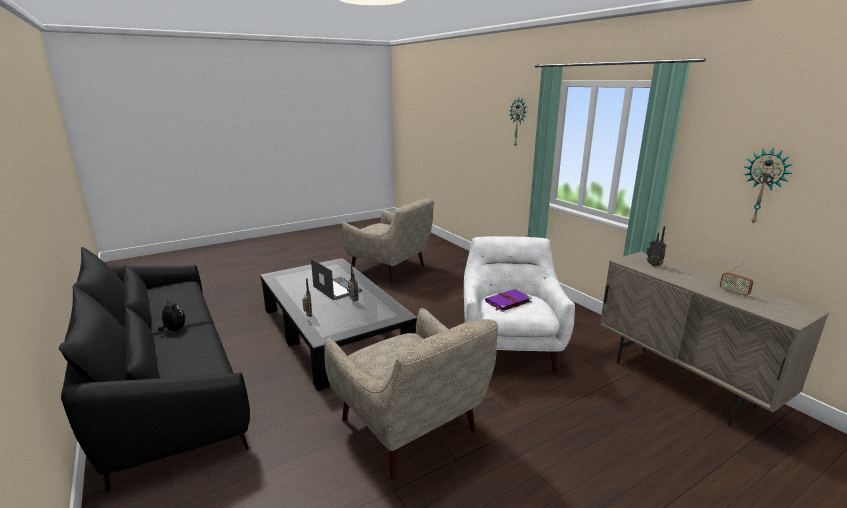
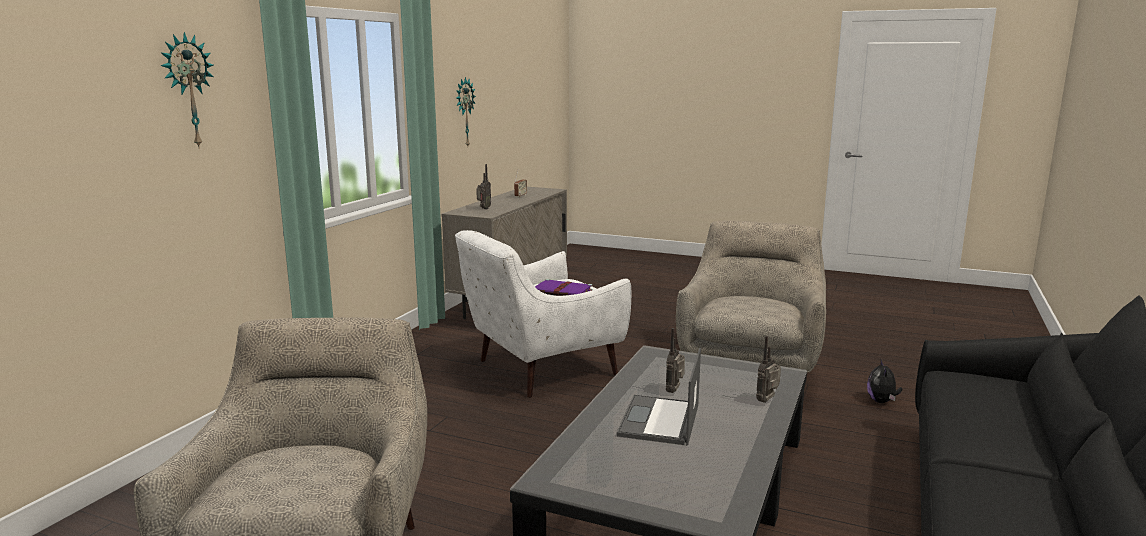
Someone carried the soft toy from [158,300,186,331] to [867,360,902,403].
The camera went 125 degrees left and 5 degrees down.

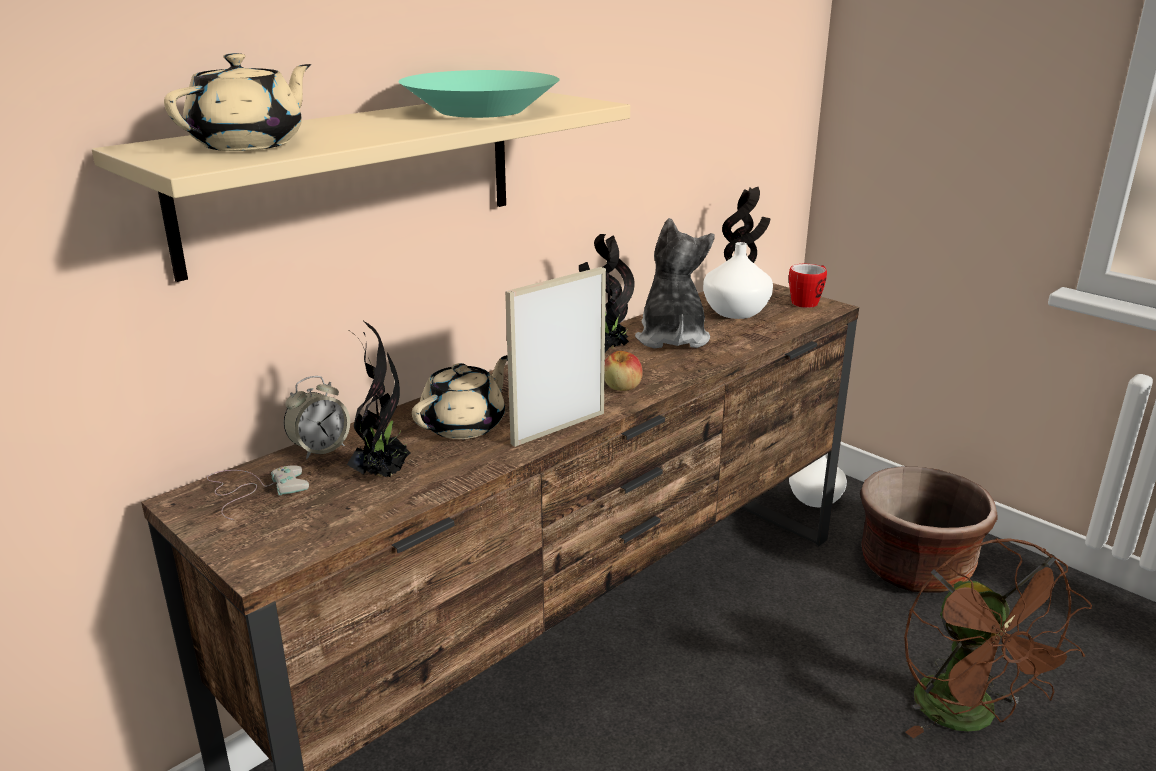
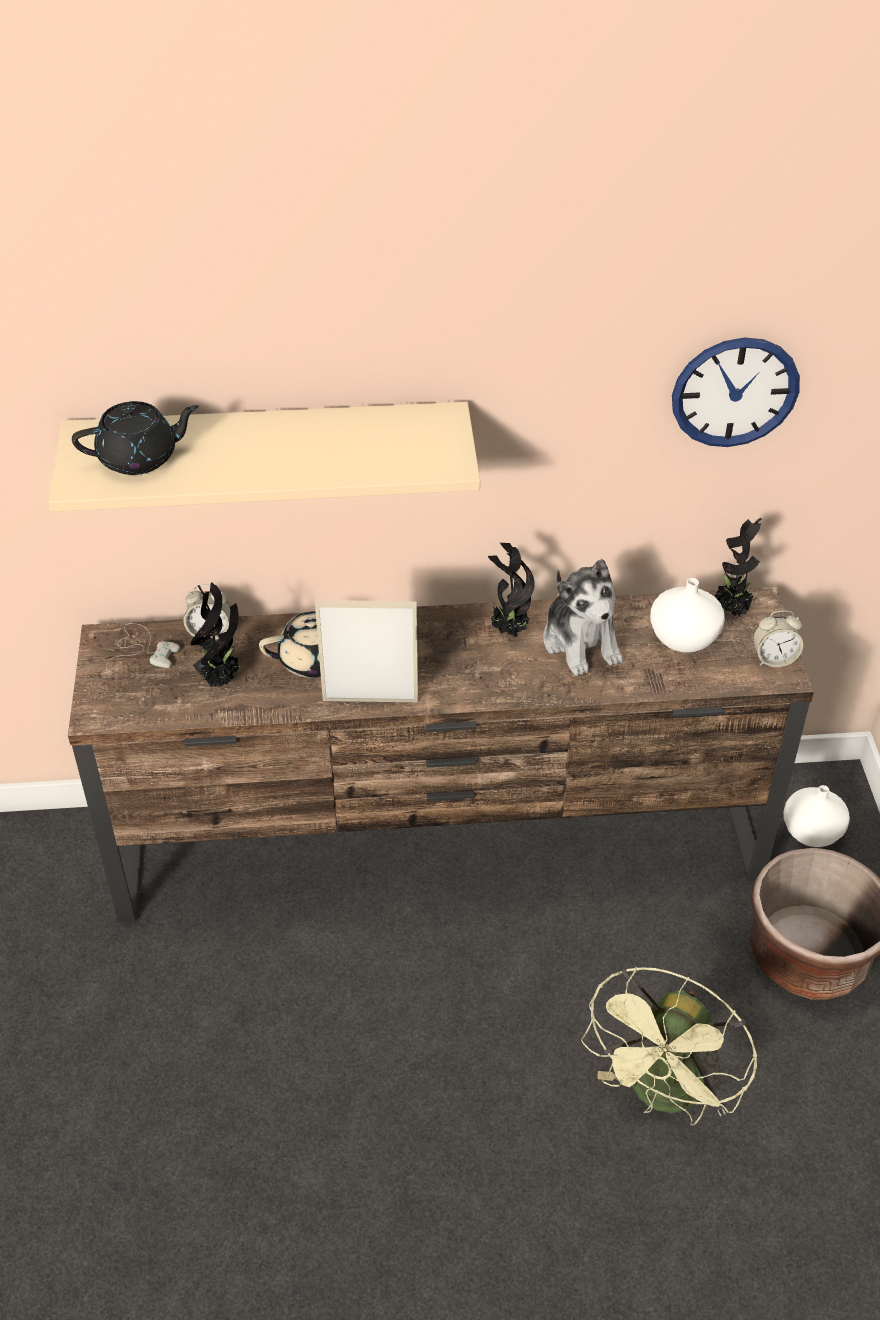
Someone repainted the pot for tea (beige) at [164,53,311,151], which became the pot for tea (blackish) at [72,401,199,475].
Someone took away the bowl (blue-green) at [399,70,560,118].
Someone took away the whole apple at [604,351,643,391].
Someone rotated the soft toy at [635,218,715,348] by 120 degrees clockwise.
Someone swapped the tea mug at [789,264,827,308] for the alarm clock at [753,610,803,667].
Someone repainted the electric fan (brown) at [904,538,1092,738], which became the electric fan (greenish) at [581,967,757,1126].
Someone put up the hanging clock at [672,337,800,447].
The camera went 40 degrees right and 20 degrees up.

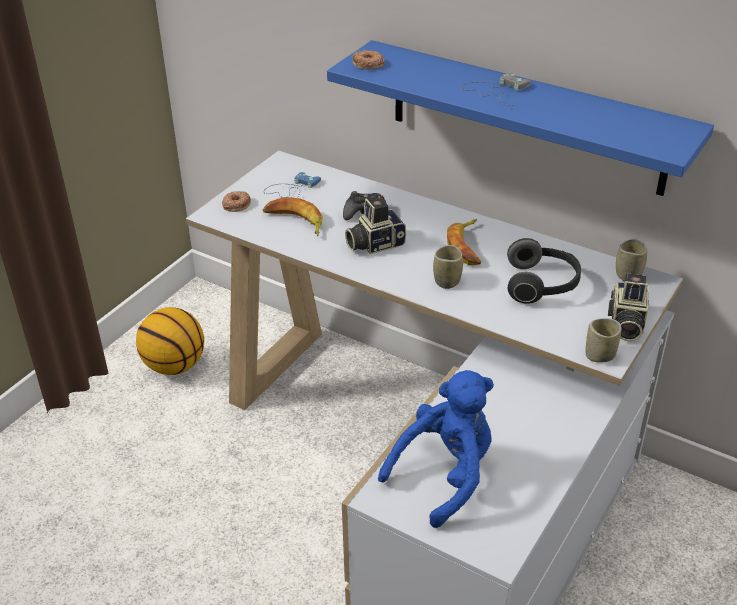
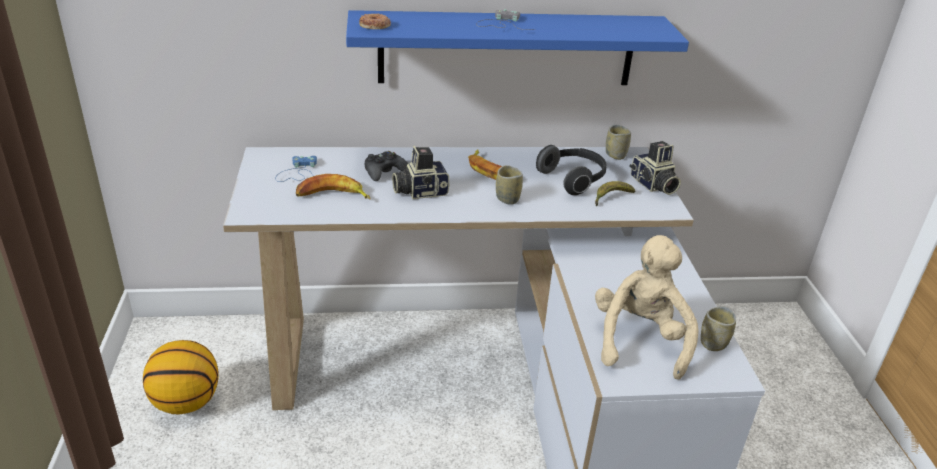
Someone took away the doughnut at [222,191,251,212].
Someone rotated the photo camera at [345,198,406,254] by 45 degrees clockwise.
Someone repainted the soft toy (blue) at [378,370,494,528], which became the soft toy (beige) at [595,235,699,380].
Someone carried the drinking cup from [586,318,621,363] to [701,306,736,351].
Someone put down the banana fruit at [595,181,635,206].
The camera went 40 degrees left and 5 degrees down.

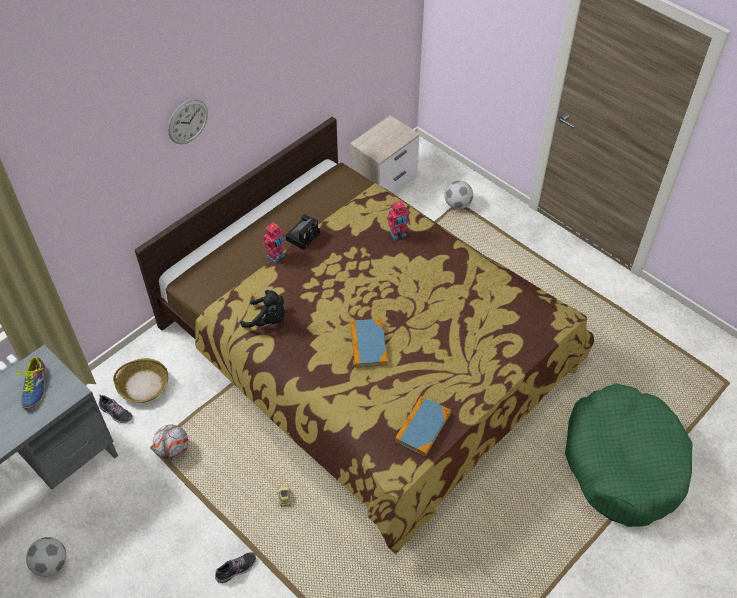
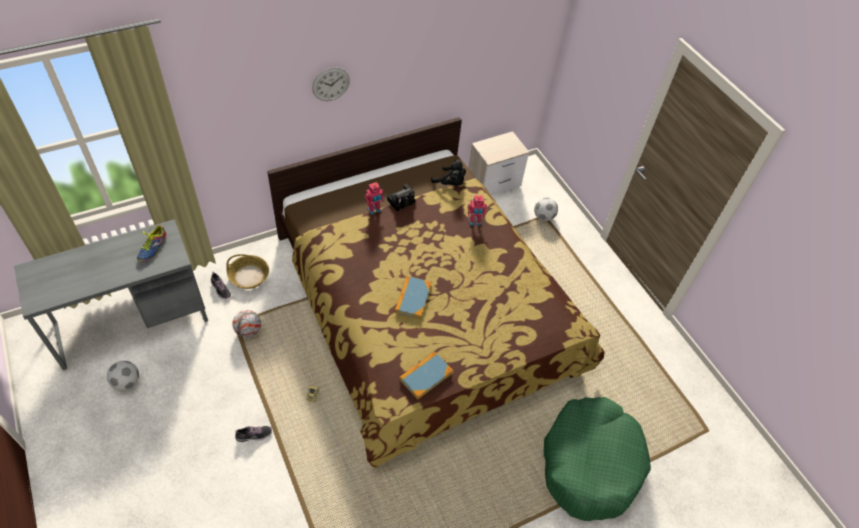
Someone carried the soft toy (blackish) from [240,290,285,328] to [431,159,466,186].
The camera went 15 degrees right and 0 degrees up.

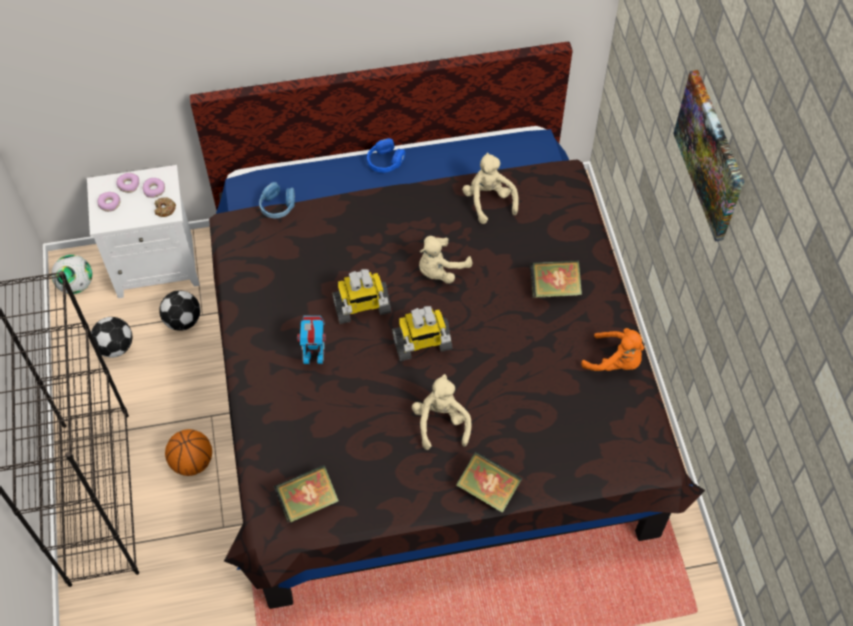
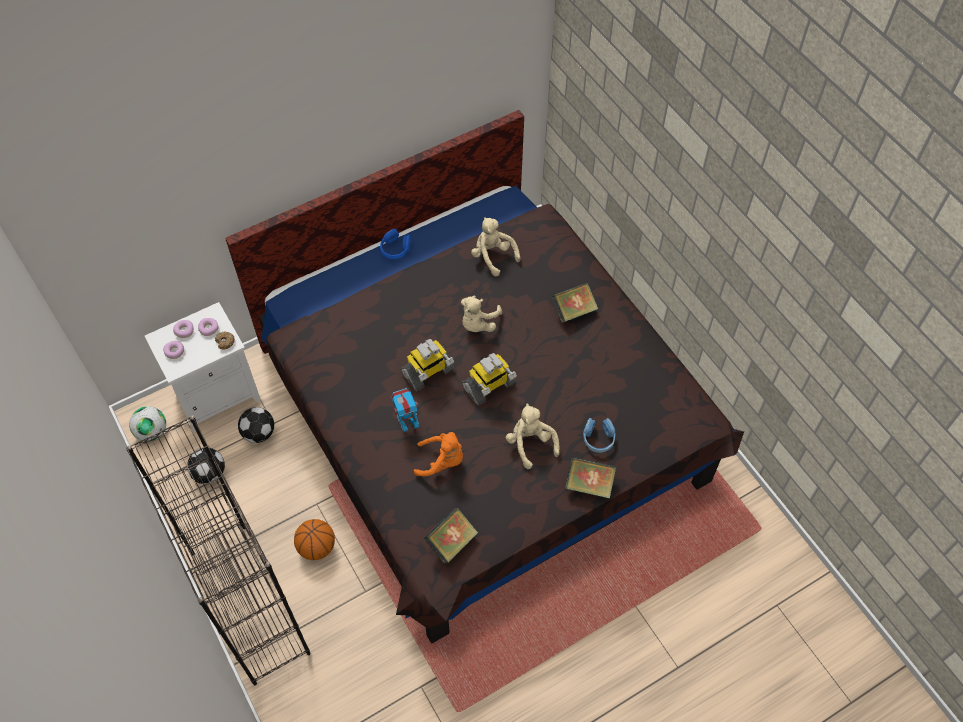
Someone carried the headset (blue) from [259,182,295,218] to [583,418,616,453].
Someone carried the soft toy (orange-coloured) from [581,328,644,371] to [414,432,463,476].
Someone took away the picture at [673,70,744,242].
The camera went 20 degrees left and 0 degrees up.

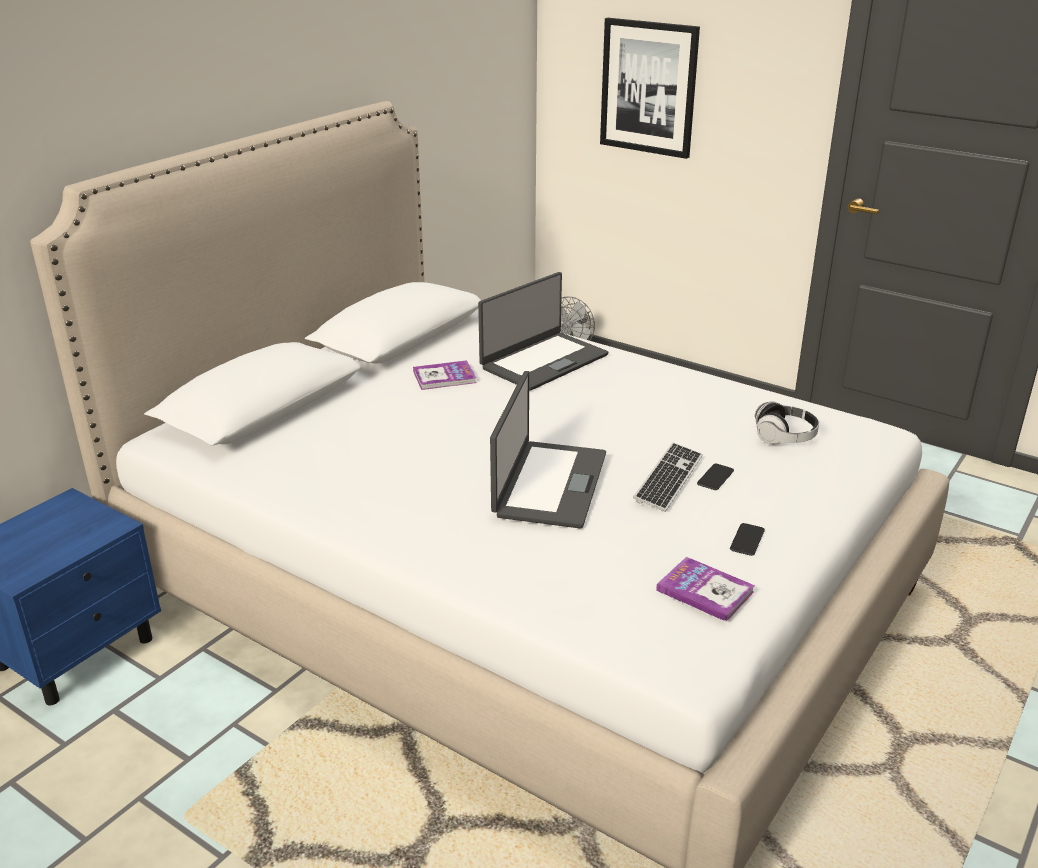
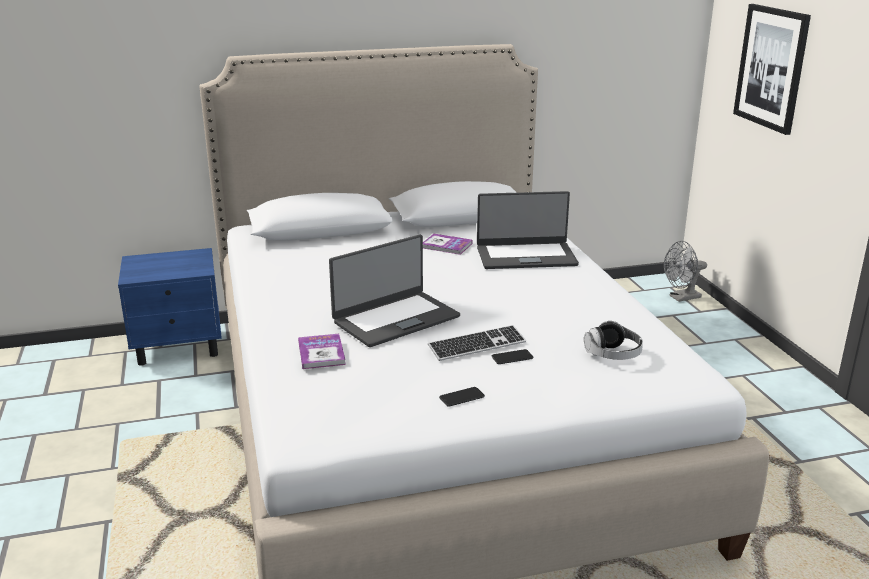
Someone carried the volume from [656,557,755,622] to [298,334,346,369].
The camera went 40 degrees right and 5 degrees down.

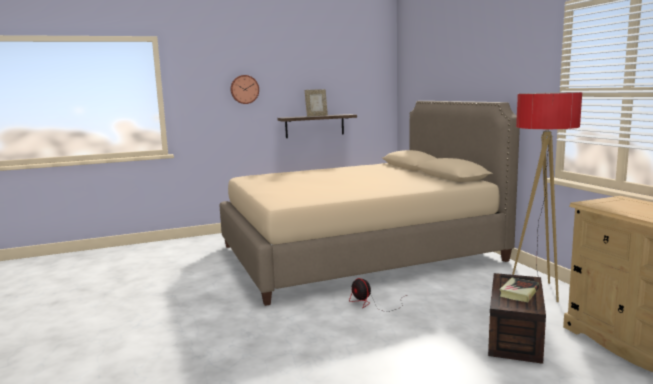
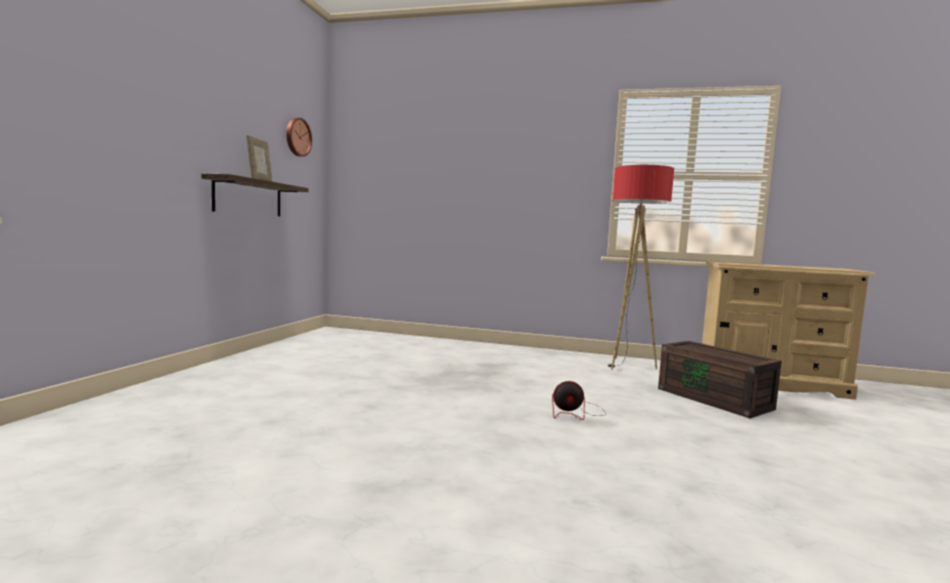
Someone took away the bed (beige) at [219,101,520,306].
Someone carried the hanging clock from [230,75,259,104] to [286,118,312,157].
Someone took away the volume at [499,278,539,302].
The camera went 55 degrees left and 5 degrees down.

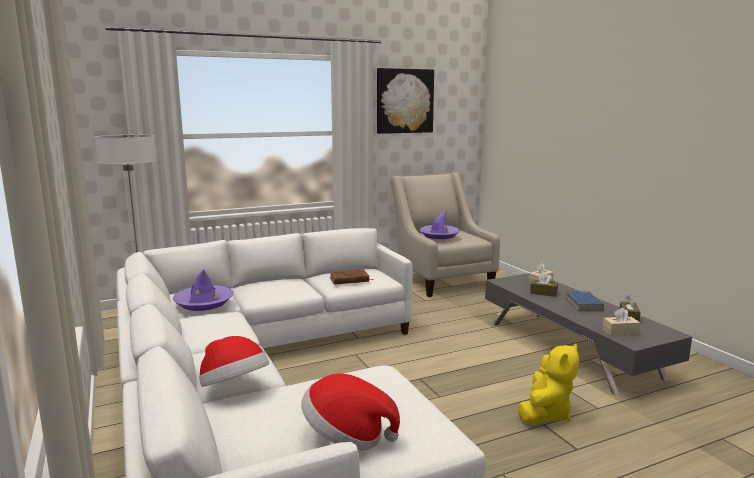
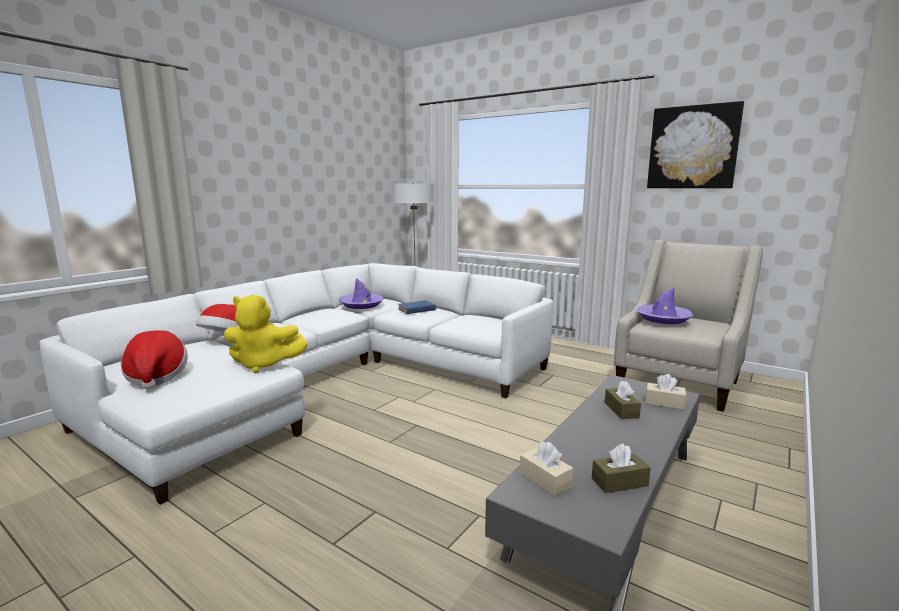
Someone took away the volume (brown) at [330,269,374,285].
Someone carried the soft toy (yellow-coloured) from [518,344,579,424] to [224,295,308,373].
Someone carried the volume (blue) from [566,292,604,311] to [398,300,438,314].
The camera went 60 degrees right and 0 degrees up.

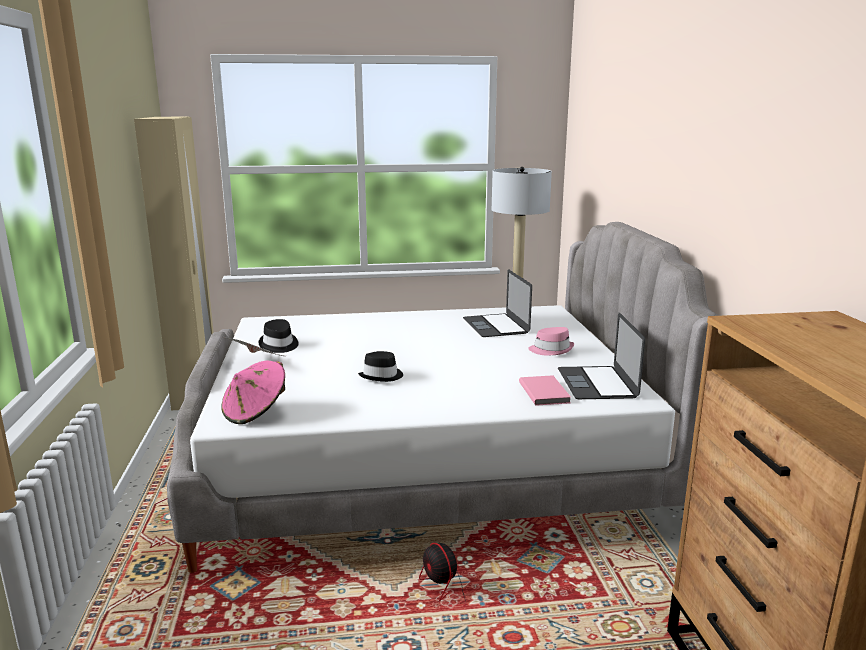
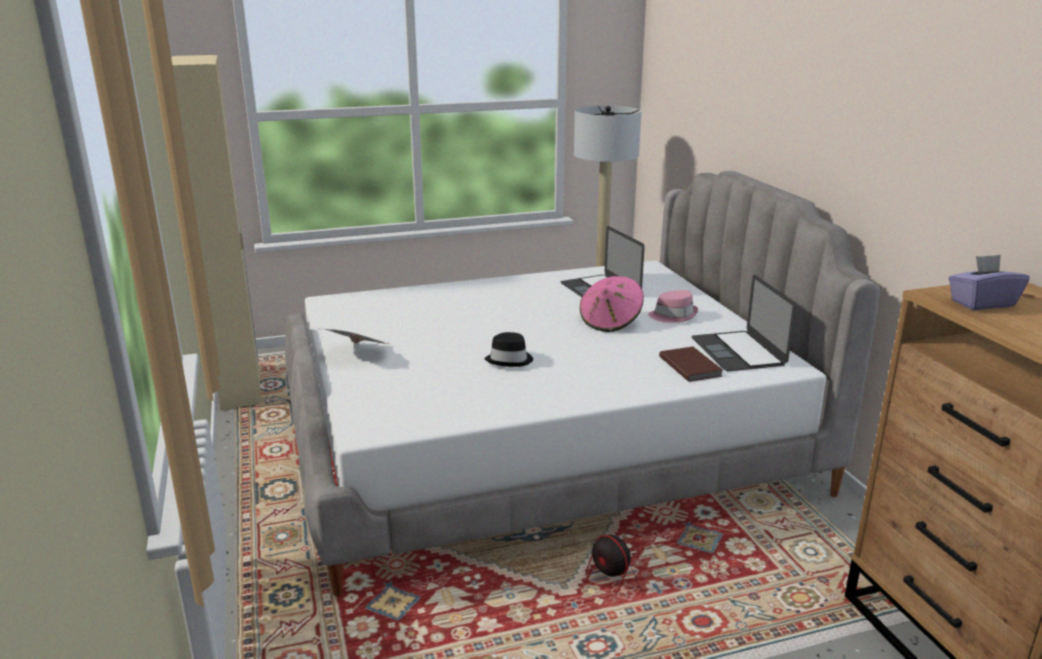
Someone carried the hat (pinkish) from [221,361,285,424] to [580,276,644,332].
Someone took away the hat (blackish) at [259,319,299,353].
Someone repainted the volume (pinkish) at [519,375,571,406], which became the volume (brown) at [659,347,723,382].
Someone put down the box of tissues (purplish) at [949,254,1029,310].
The camera went 10 degrees left and 5 degrees up.

